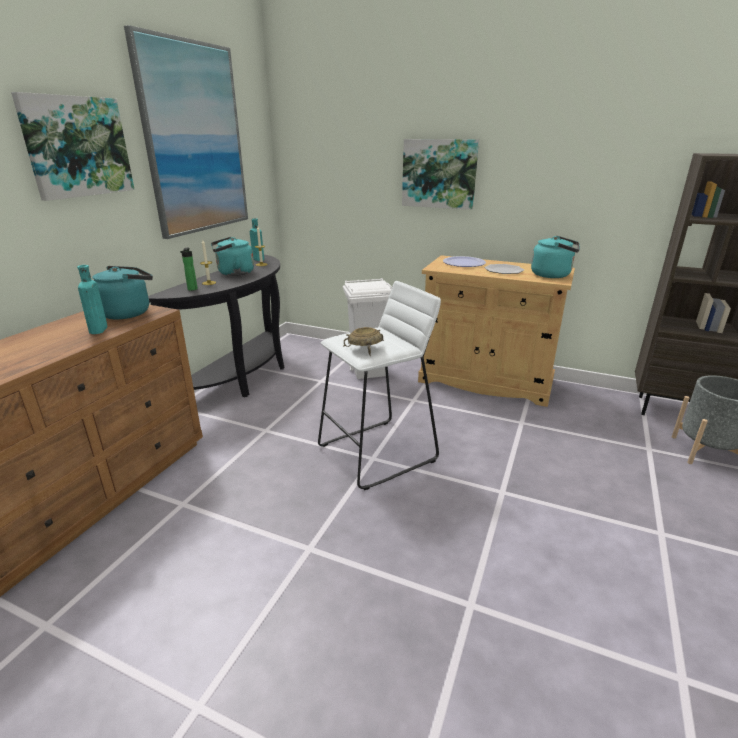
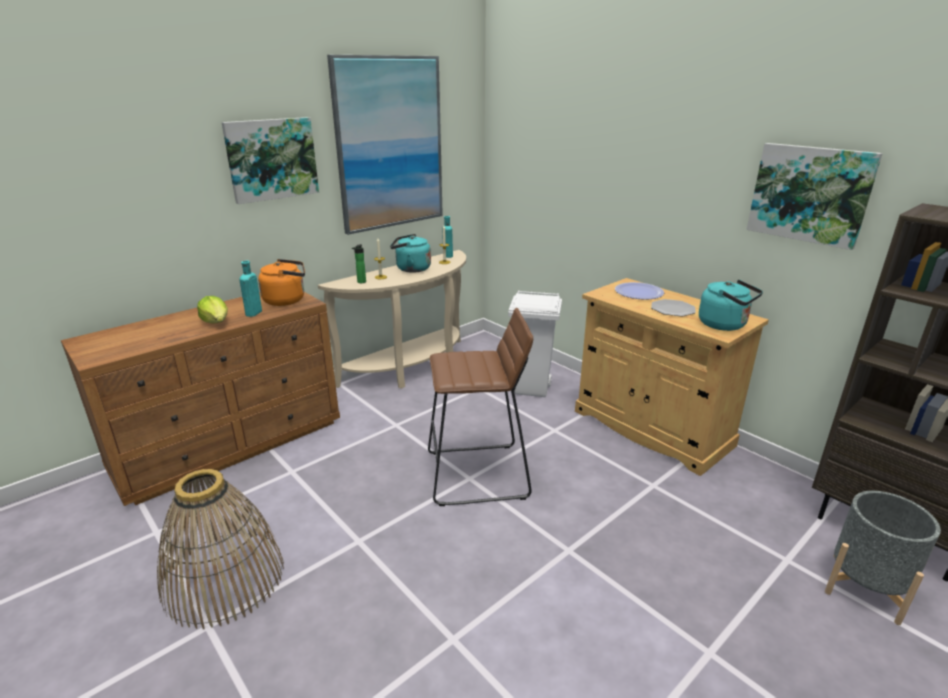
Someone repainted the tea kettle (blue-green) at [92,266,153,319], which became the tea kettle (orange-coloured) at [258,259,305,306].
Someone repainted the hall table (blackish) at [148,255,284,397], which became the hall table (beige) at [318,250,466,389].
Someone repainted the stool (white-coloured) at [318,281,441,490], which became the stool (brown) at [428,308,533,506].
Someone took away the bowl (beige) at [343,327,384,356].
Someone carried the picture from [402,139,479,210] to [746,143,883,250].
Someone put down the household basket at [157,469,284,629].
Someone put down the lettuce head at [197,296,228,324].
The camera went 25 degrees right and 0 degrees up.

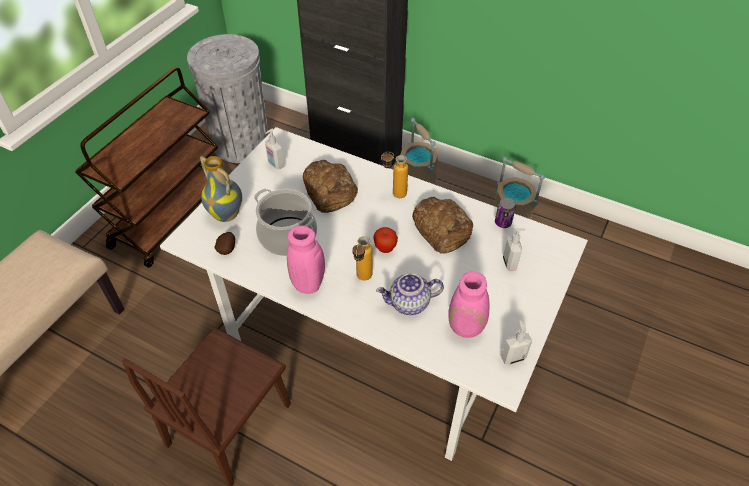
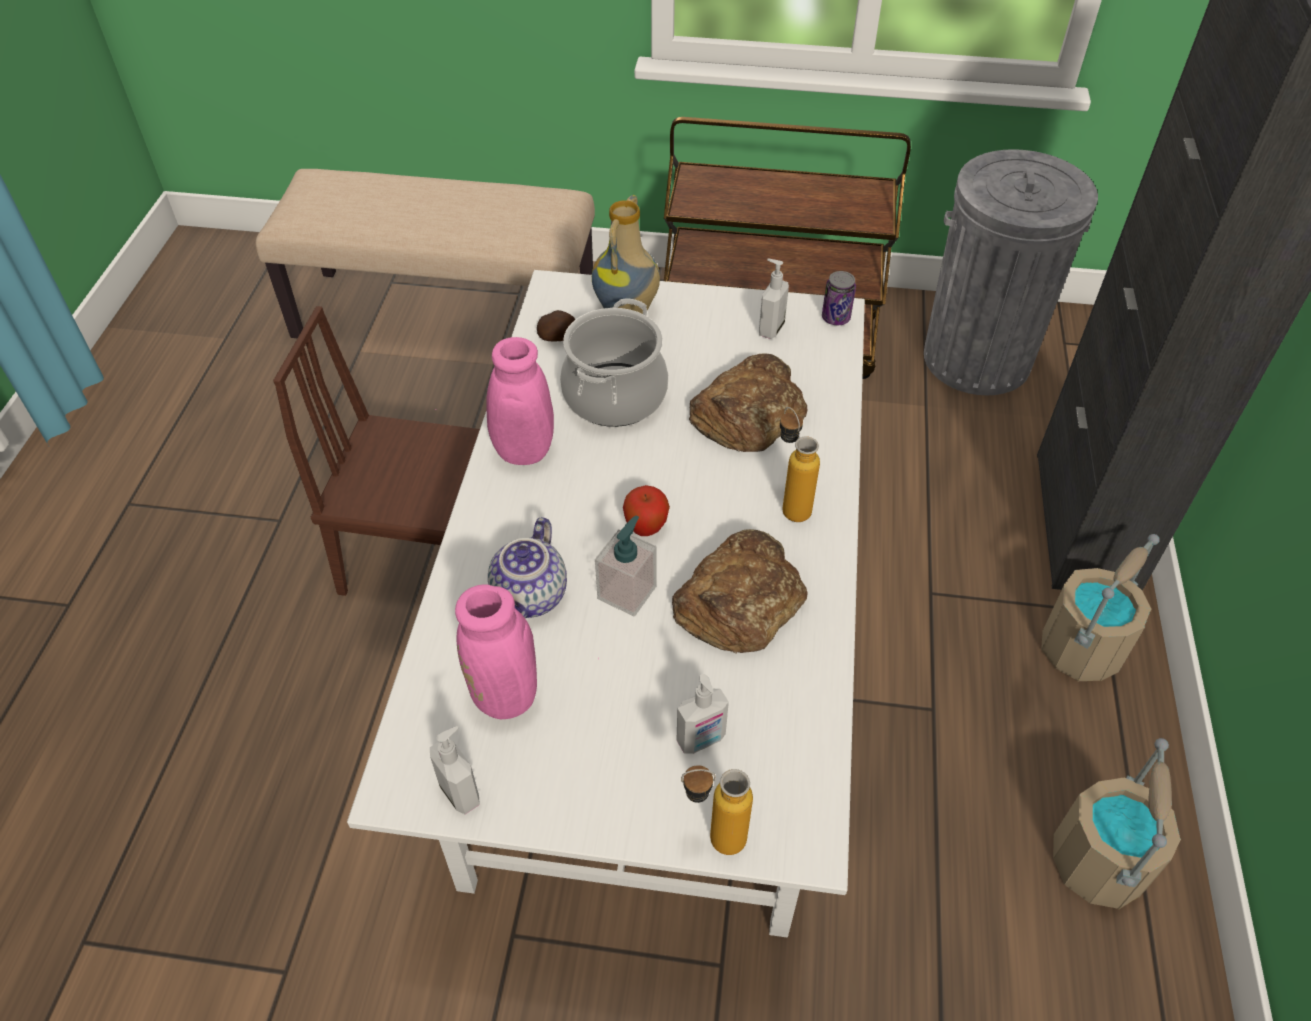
Someone carried the bottle from [352,236,372,281] to [681,765,753,855].
Someone rotated the pot for tea at [376,273,444,315] by 135 degrees counterclockwise.
Someone carried the sealed can from [495,198,516,228] to [822,271,856,325].
Someone put down the soap bottle at [595,516,656,617].
The camera went 70 degrees right and 0 degrees up.

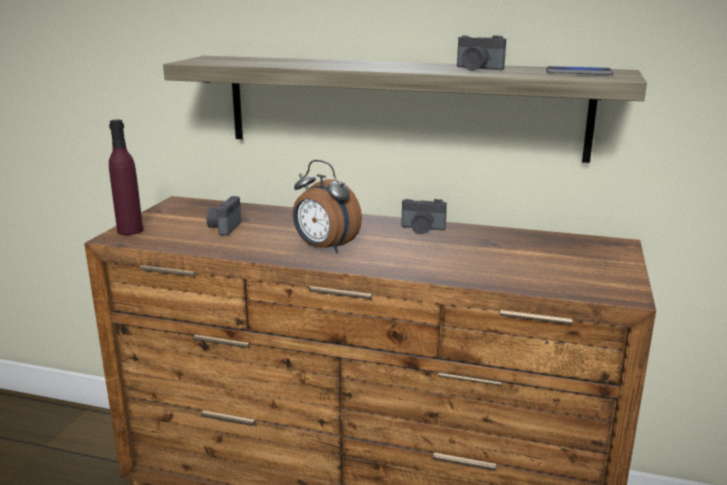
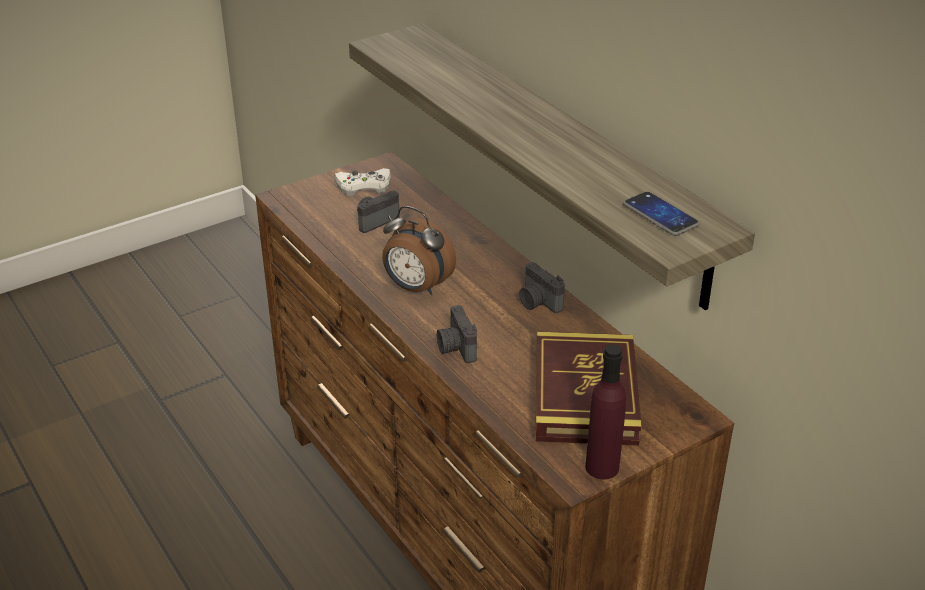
Someone carried the bottle (purplish) from [109,120,143,235] to [585,345,626,480].
Someone rotated the alarm clock at [293,160,362,253] by 45 degrees counterclockwise.
Someone carried the photo camera from [457,35,506,71] to [437,305,477,363].
Someone put down the gamepad (white-coloured) at [335,168,391,195].
Someone put down the volume at [535,332,642,446].
The camera went 40 degrees right and 15 degrees up.

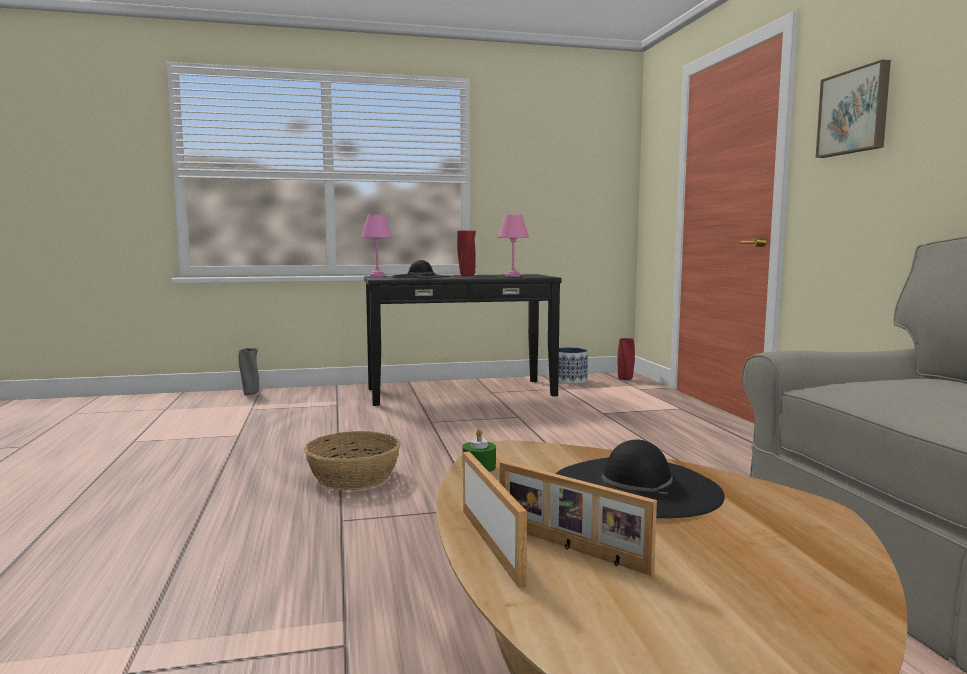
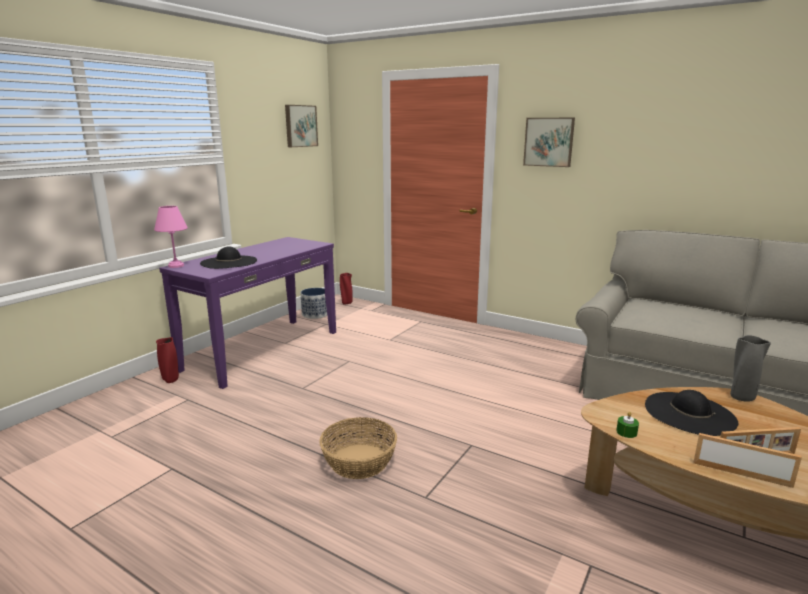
Someone carried the flower vase (gray) from [239,348,259,395] to [730,335,771,402].
Someone repainted the hall table (blackish) at [364,274,562,406], which became the hall table (purplish) at [159,237,336,389].
Someone carried the flower vase (red) from [457,230,476,276] to [156,337,179,383].
Someone took away the tabletop lamp (pinkish) at [498,214,529,277].
Someone put up the picture at [285,105,318,147].
The camera went 45 degrees left and 10 degrees up.

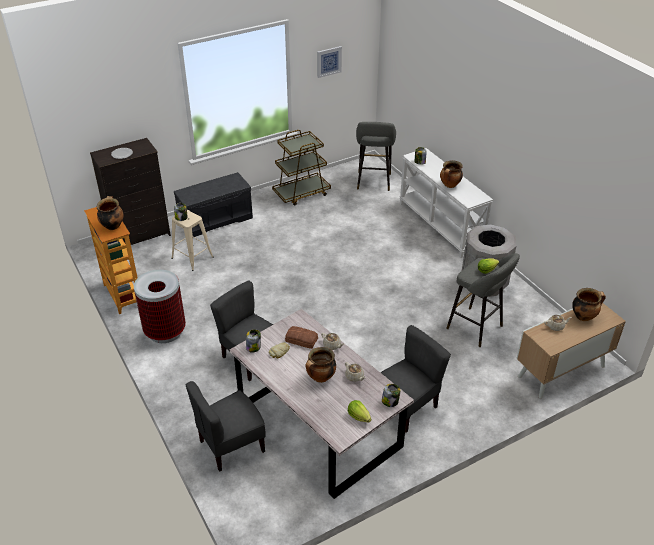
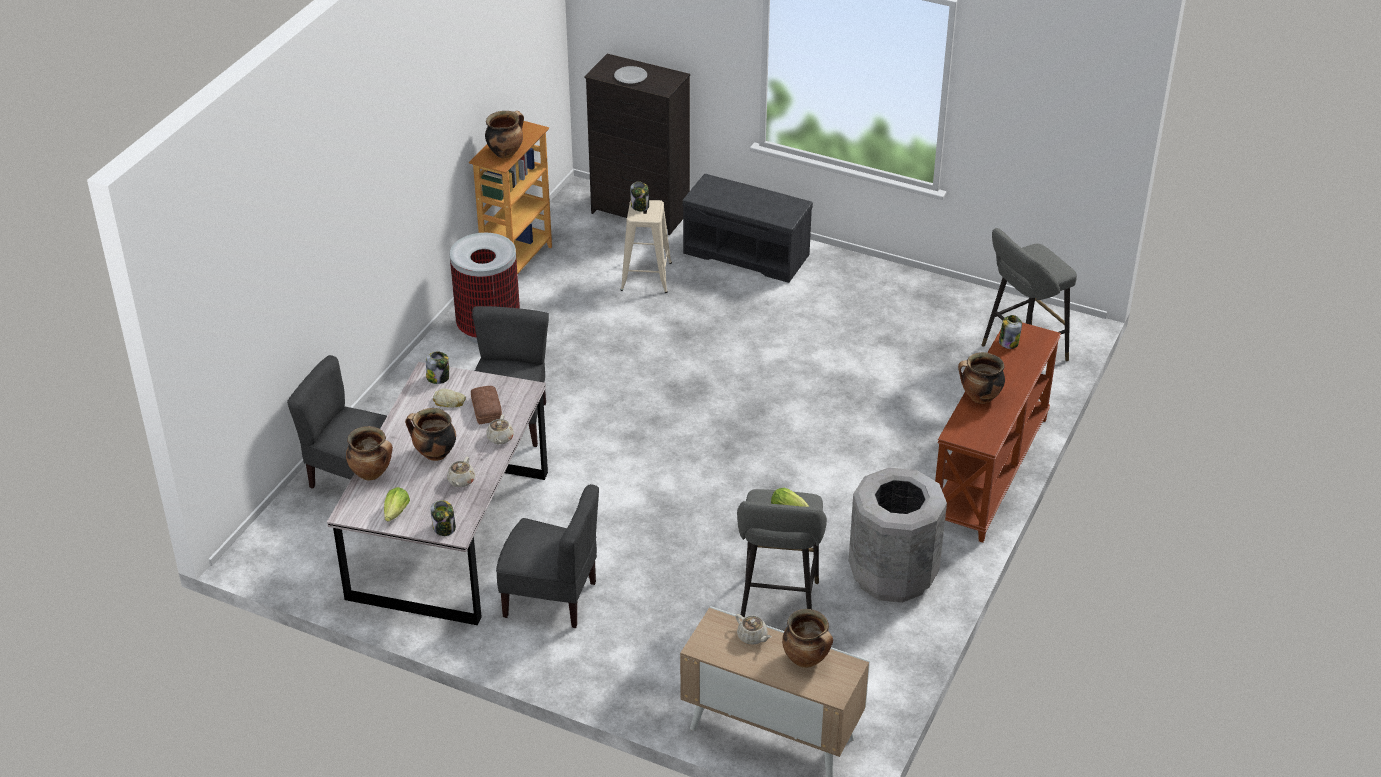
Someone took away the wheeled cart (brown) at [272,130,331,206].
Someone took away the picture at [317,46,342,78].
Someone repainted the hall table (white-coloured) at [399,148,493,258], which became the hall table (brown) at [935,322,1061,543].
Someone put down the cooking pot at [346,426,393,480].
The camera went 55 degrees right and 0 degrees up.

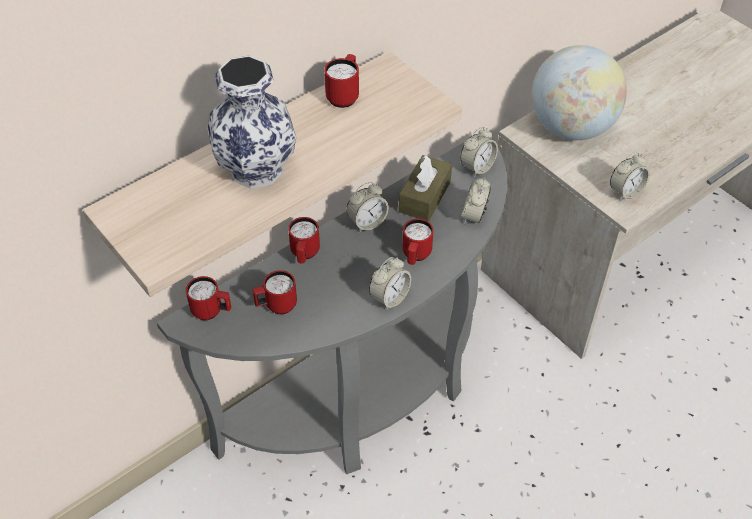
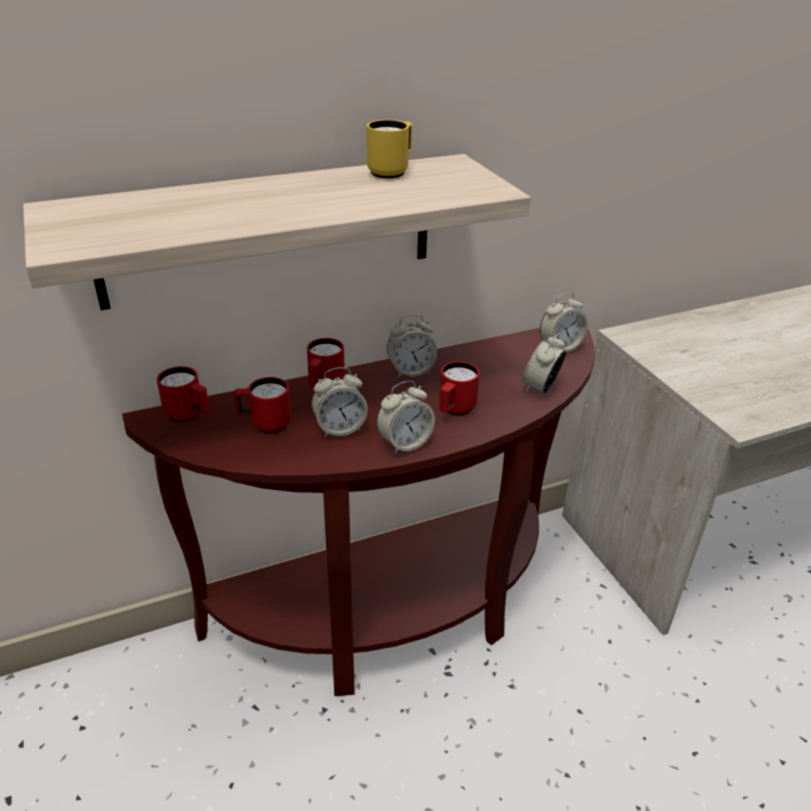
Someone repainted the hall table (gray) at [157,137,508,474], which became the hall table (brown) at [122,328,595,696].
Someone took away the flower vase at [207,56,296,189].
Someone repainted the tea mug (red) at [324,54,359,108], which became the tea mug (yellow-coloured) at [367,120,412,179].
Someone took away the box of tissues (brown) at [399,155,452,222].
Someone took away the globe at [531,45,627,140].
Someone carried the alarm clock from [610,152,650,201] to [312,367,368,437].
The camera went 15 degrees right and 15 degrees down.

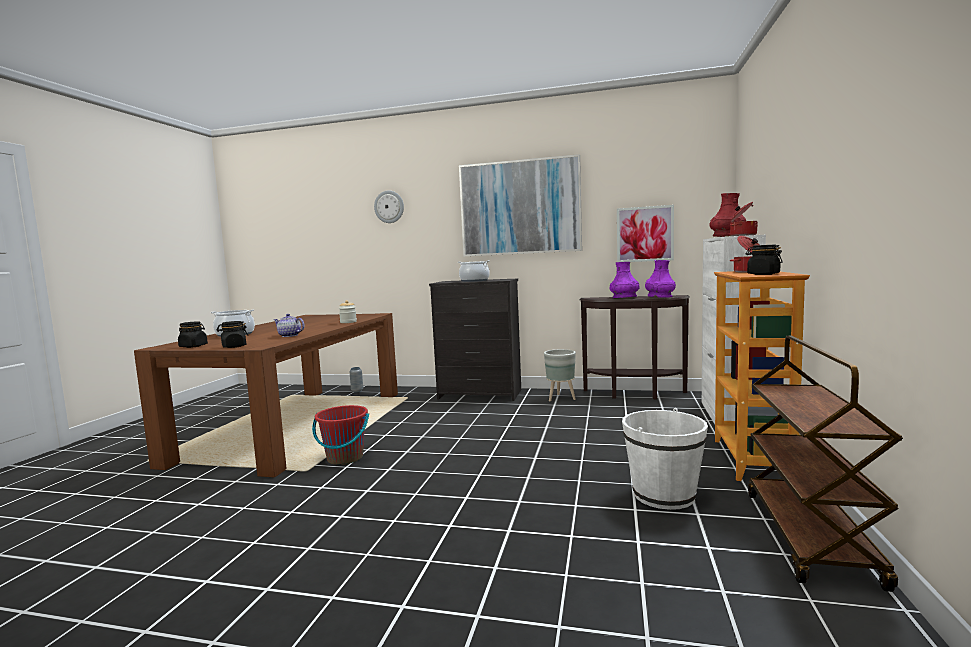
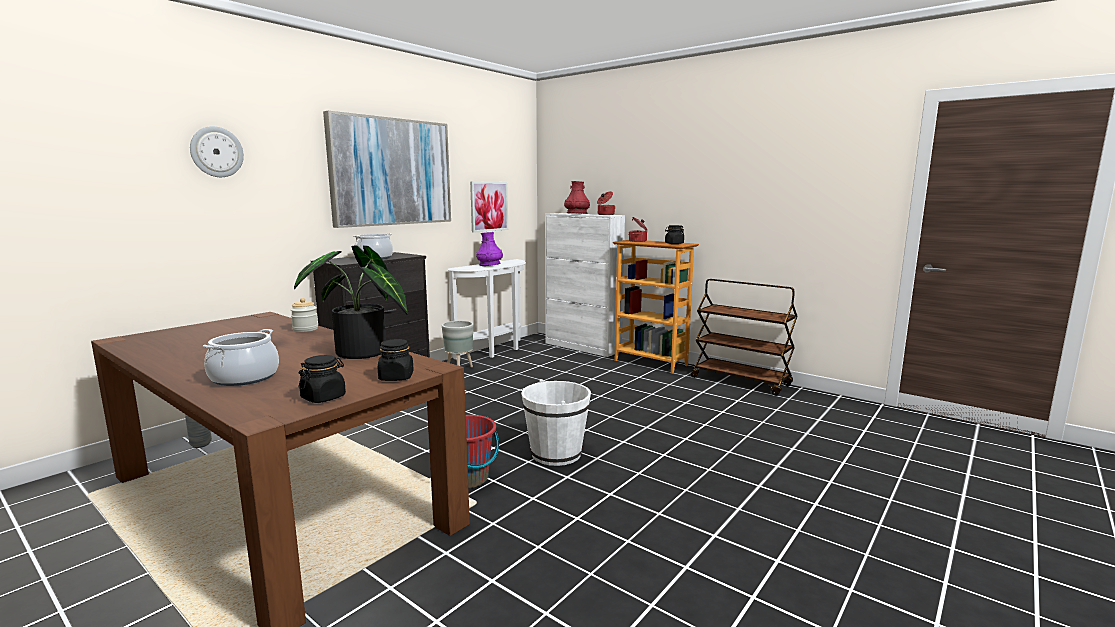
Someone swapped the pot for tea at [274,314,305,337] for the plant in a pot at [294,245,408,359].
Someone repainted the hall table (brown) at [580,295,690,399], which became the hall table (white-coloured) at [447,259,526,360].
Someone carried the bucket (white-coloured) from [622,408,708,510] to [521,379,591,466].
Someone took away the flower vase (purplish) at [645,260,676,298].
The camera went 65 degrees left and 5 degrees up.

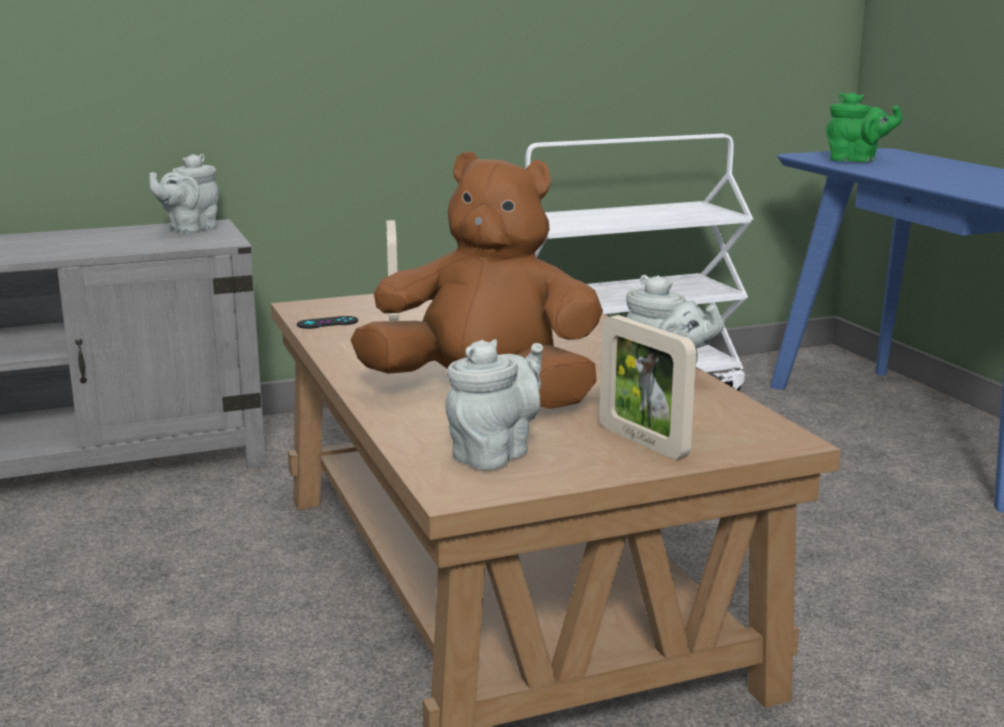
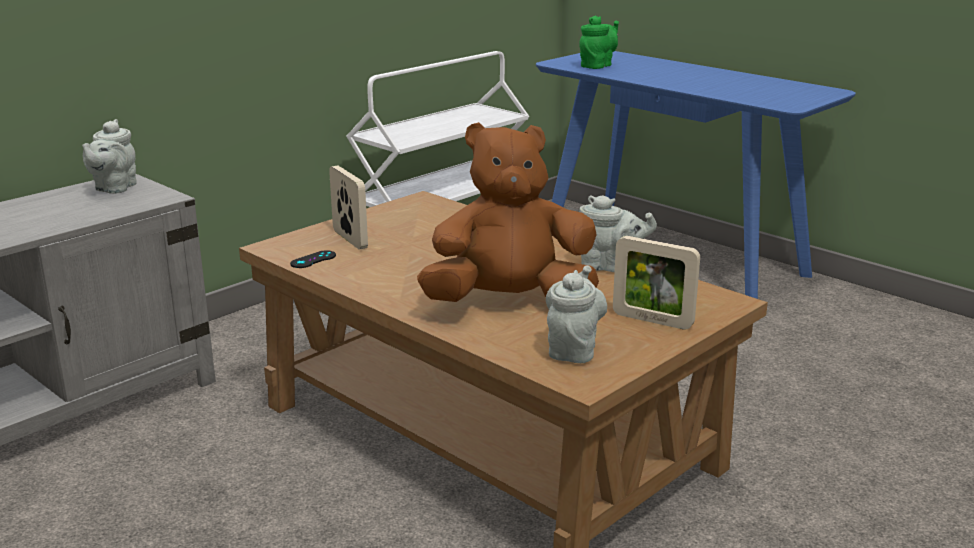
Someone rotated the pot for tea (greenish) at [826,92,903,162] by 45 degrees counterclockwise.
The camera went 25 degrees left and 5 degrees up.

